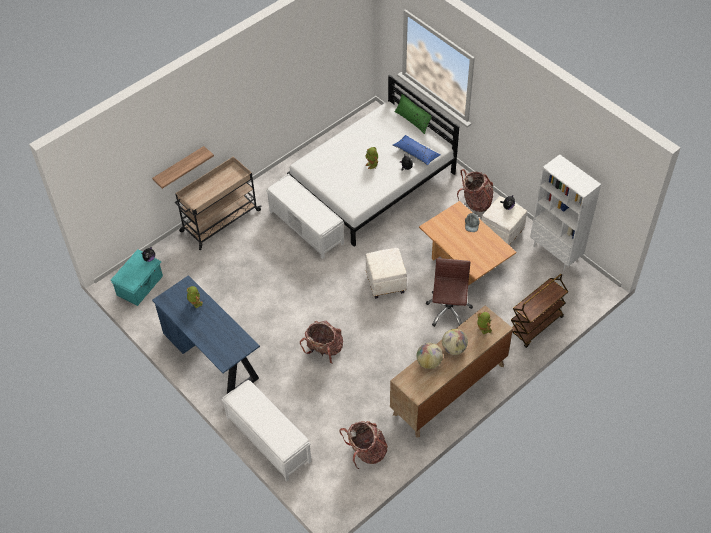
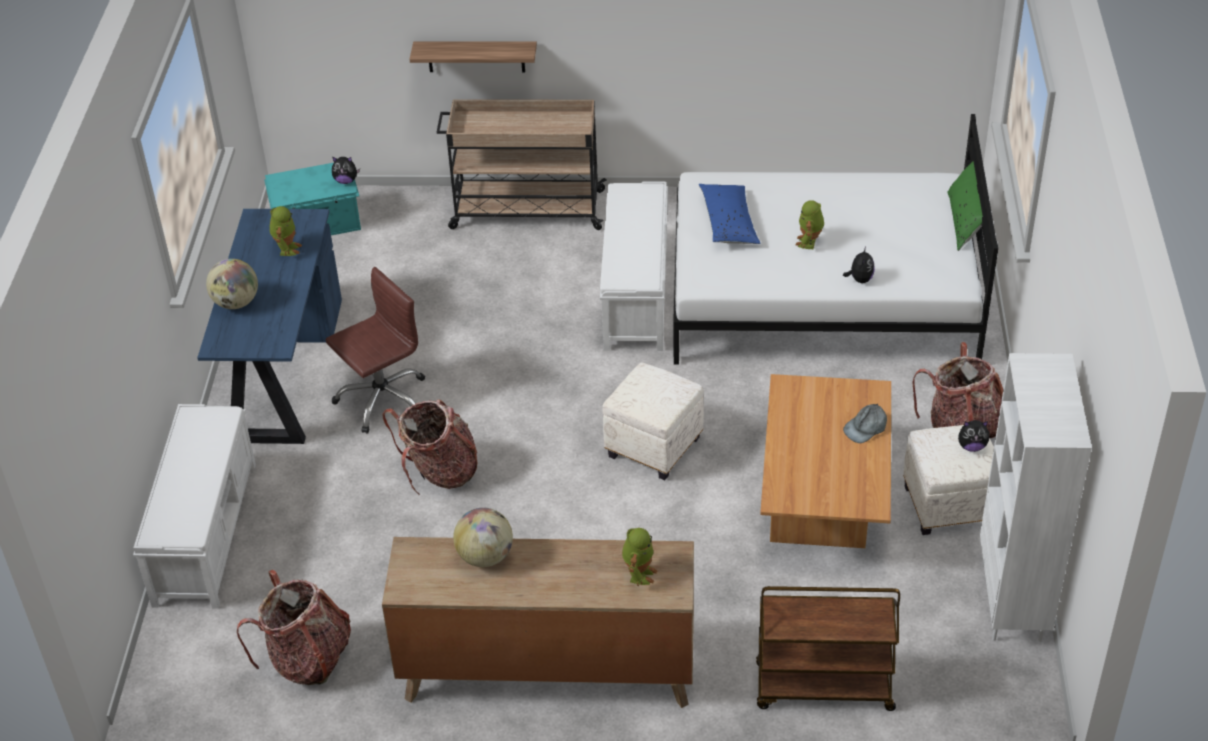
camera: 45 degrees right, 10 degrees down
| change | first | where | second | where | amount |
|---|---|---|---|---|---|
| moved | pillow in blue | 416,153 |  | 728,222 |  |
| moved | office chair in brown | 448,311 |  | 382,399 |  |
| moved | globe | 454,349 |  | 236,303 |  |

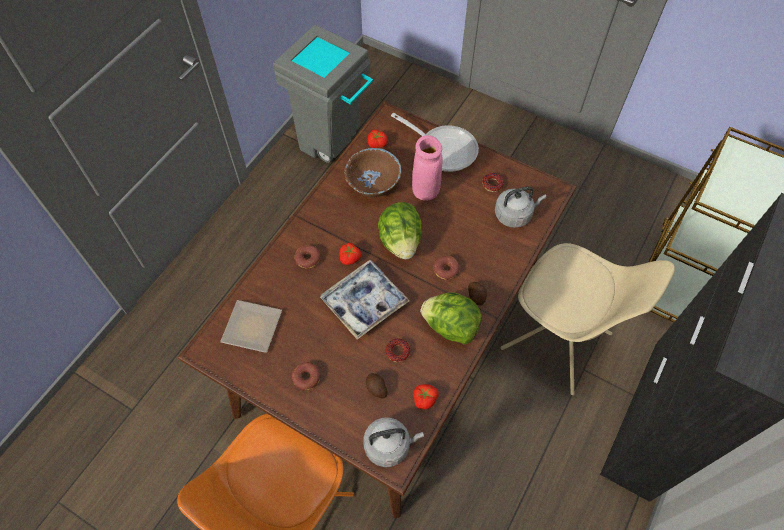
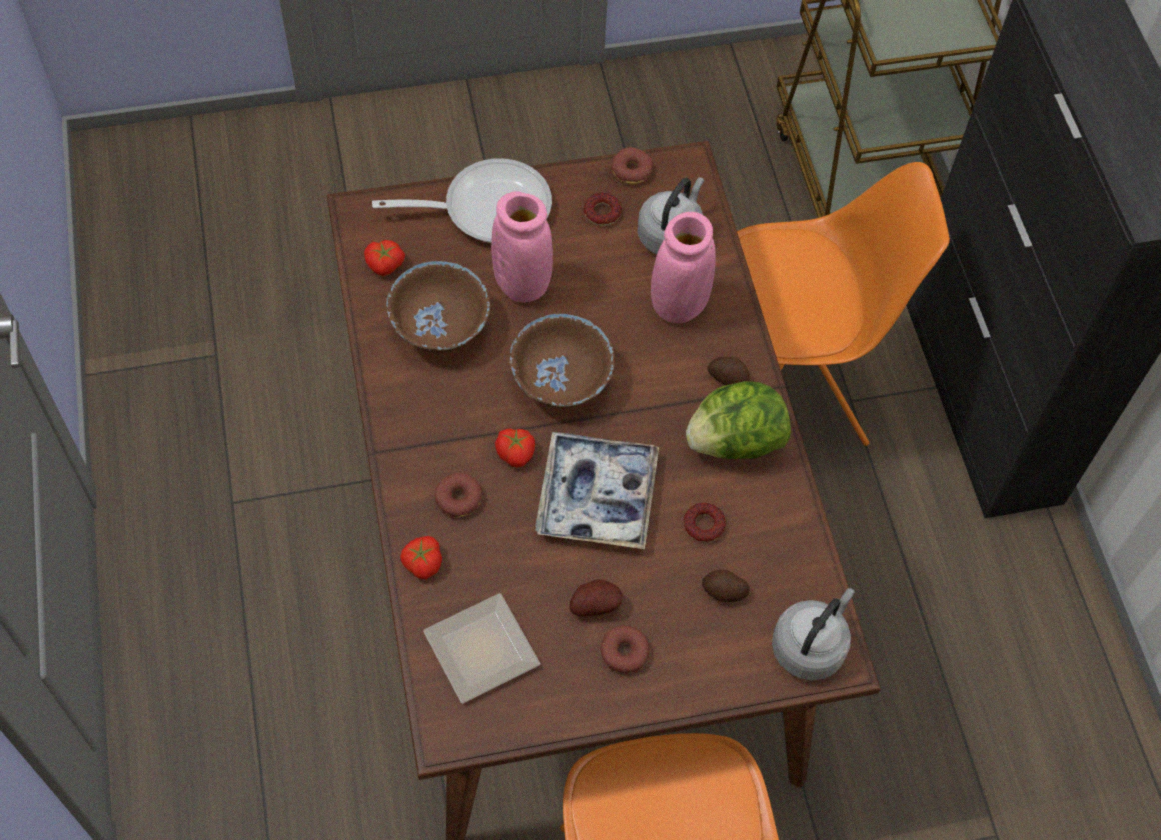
camera: 45 degrees left, 0 degrees up
| change | first | where | second | where | amount |
|---|---|---|---|---|---|
| removed | trash can in grey | 334,146 |  |  |  |
| replaced | lettuce | 400,241 | bowl in brown | 560,379 |  |
| recoloured | chair in beige | 558,343 | chair in orange | 789,390 |  |
| moved | donut | 446,270 |  | 631,171 |  |
| moved | tomato | 424,398 |  | 422,563 |  |
| added |  |  | vase in pink | 679,305 |  |
| added |  |  | potato | 594,604 |  |

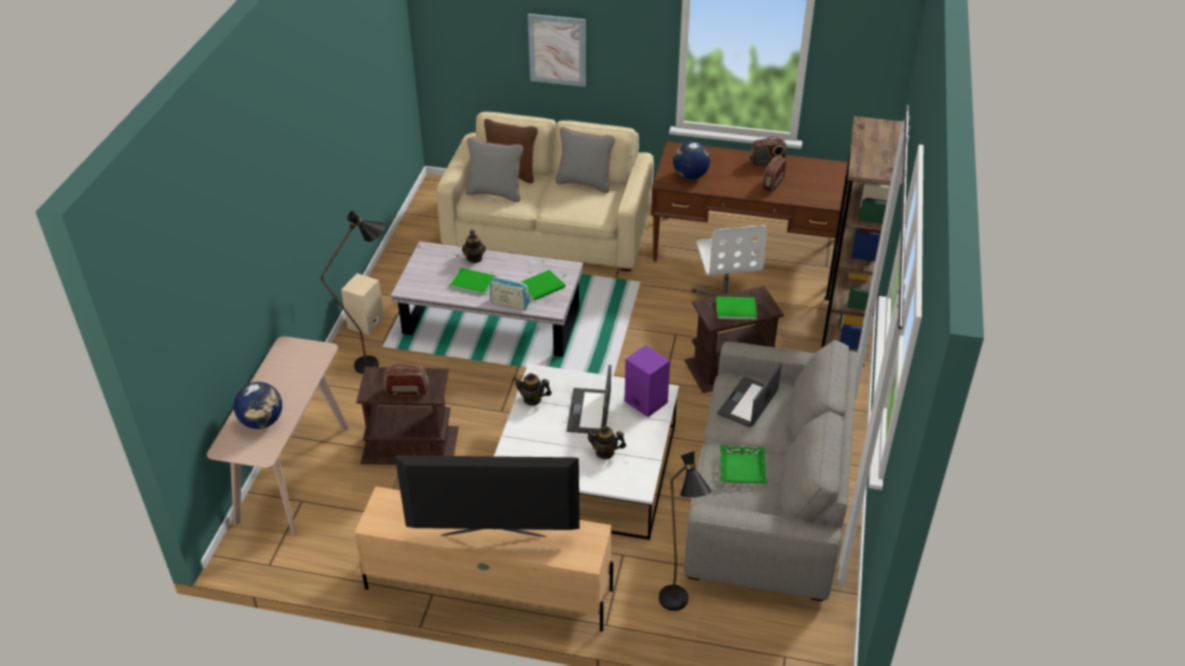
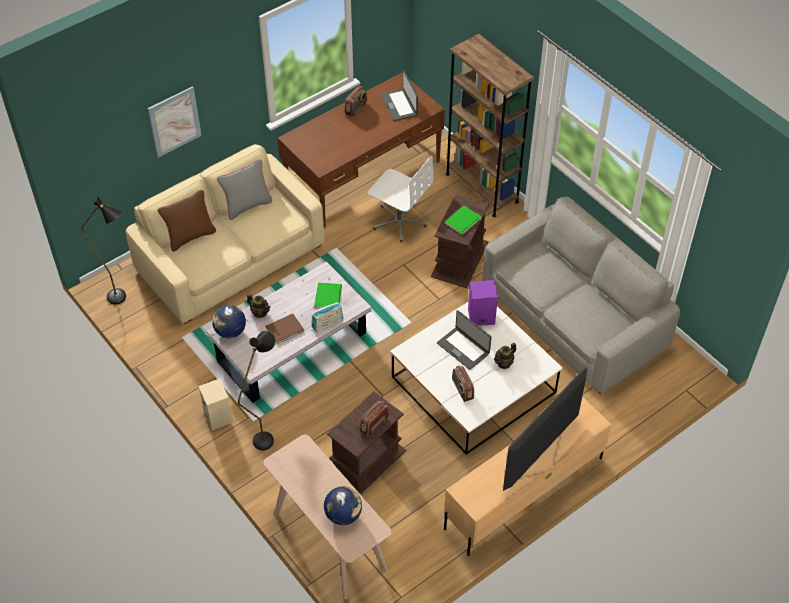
camera: 50 degrees left, 10 degrees up
| change | first | where | second | where | amount |
|---|---|---|---|---|---|
| removed | pillow in grey | 495,193 |  |  |  |
| moved | globe | 690,176 |  | 230,332 |  |
| moved | radio | 773,184 |  | 462,389 |  |
| recoloured | book in green | 472,282 | book in brown | 283,329 |  |
| moved | laptop | 748,403 |  | 399,105 |  |
| removed | teapot | 532,399 |  |  |  |
| removed | tray in green | 742,468 |  |  |  |
| moved | floor lamp in black | 677,607 |  | 123,299 |  |

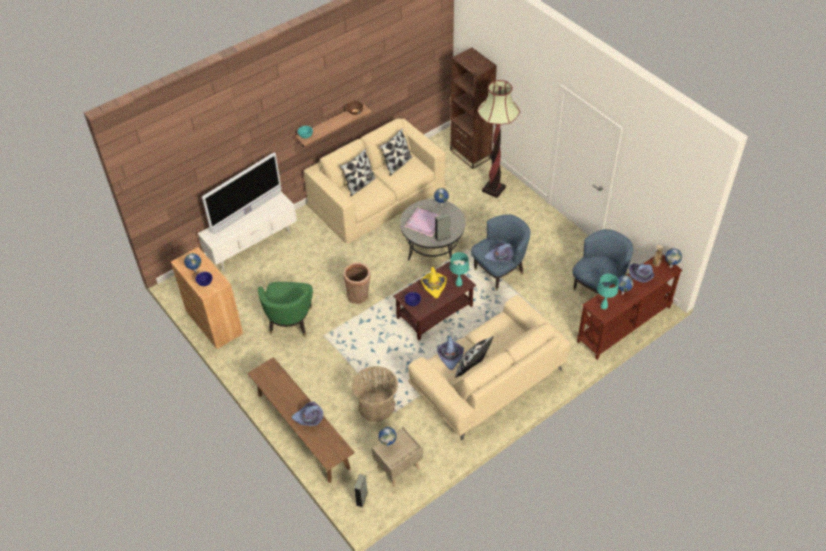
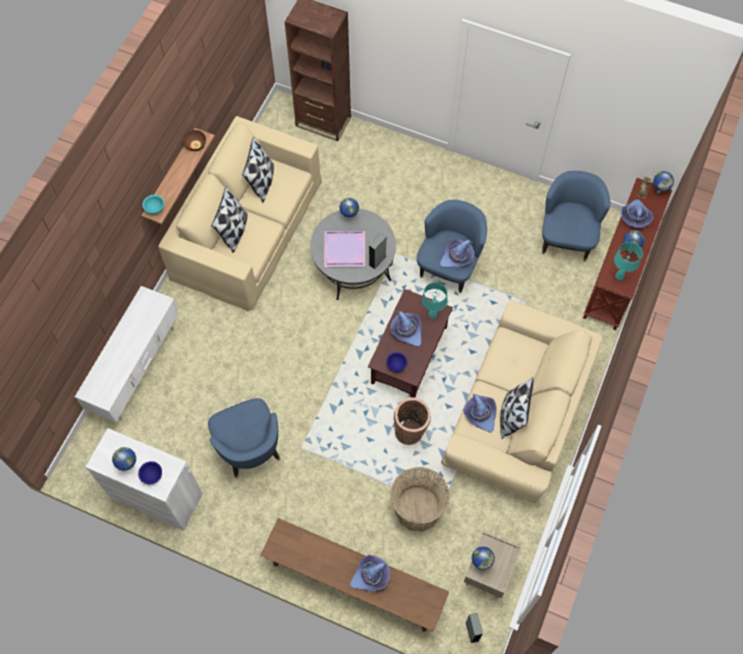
camera: 30 degrees left, 15 degrees up
| change | first | where | second | where | amount |
|---|---|---|---|---|---|
| removed | floor lamp | 493,189 |  |  |  |
| removed | television | 247,213 |  |  |  |
| recoloured | cabinet in brown | 214,322 | cabinet in white | 156,496 |  |
| moved | basket | 359,296 |  | 410,432 |  |
| recoloured | hat in yellow | 434,286 | hat in purple | 407,331 |  |
| recoloured | armchair in green | 290,322 | armchair in blue | 250,449 |  |

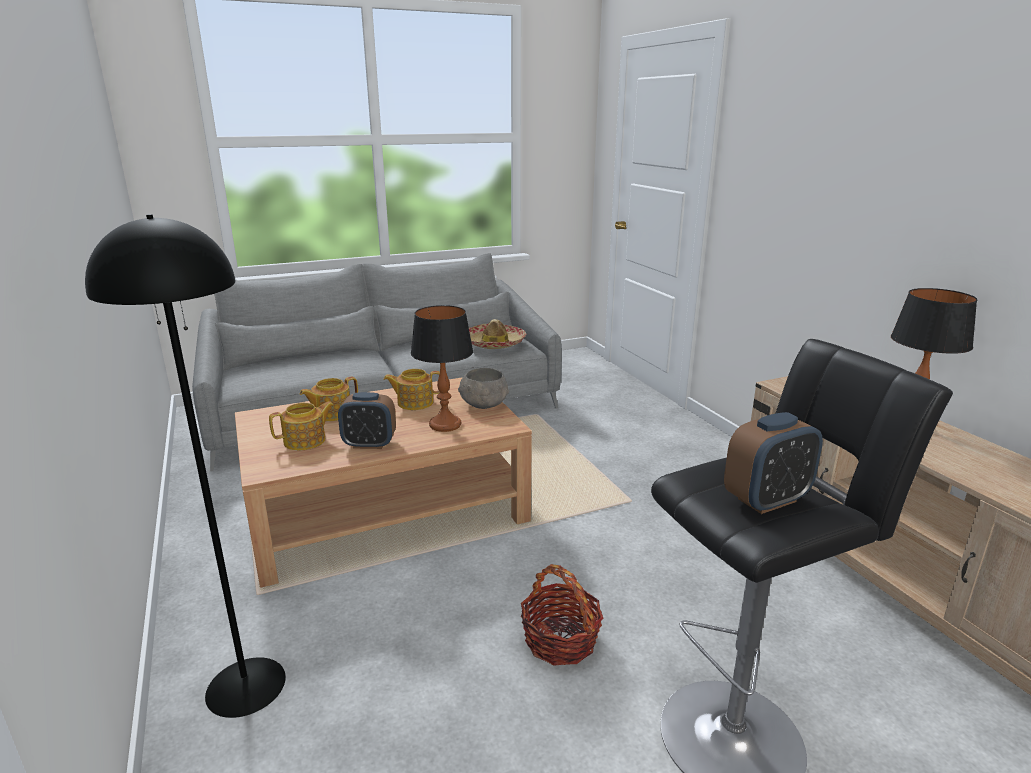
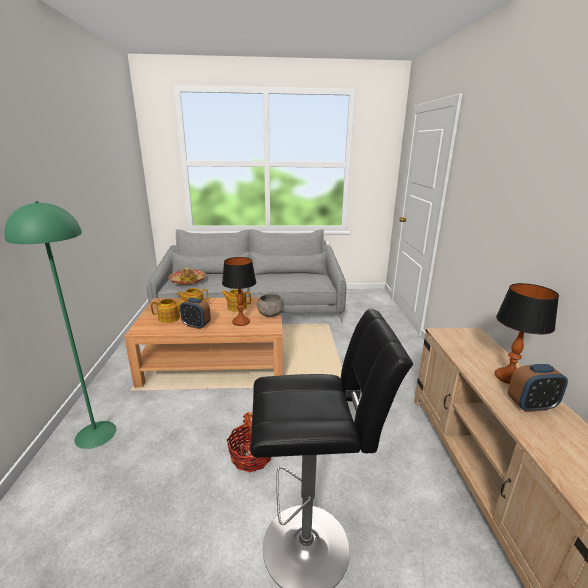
camera: 20 degrees right, 0 degrees up
| change | first | where | second | where | amount |
|---|---|---|---|---|---|
| recoloured | floor lamp in black | 247,685 | floor lamp in green | 96,434 |  |
| moved | hat | 494,343 |  | 187,281 |  |
| moved | alarm clock | 767,500 |  | 531,405 |  |

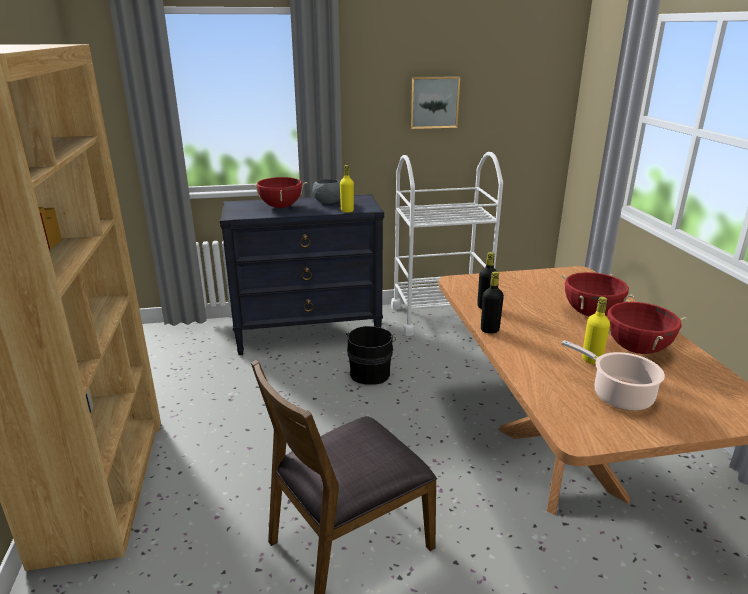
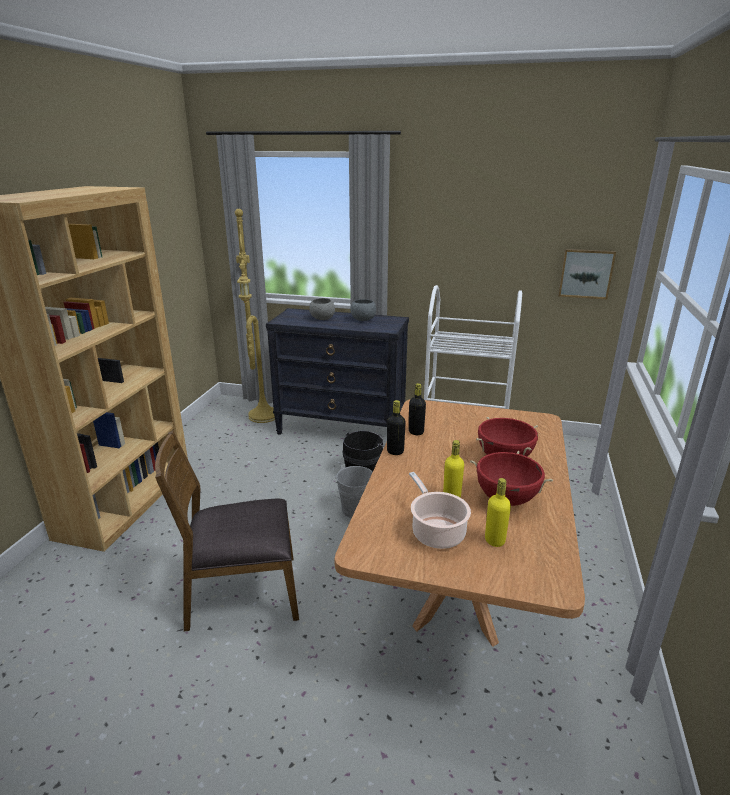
camera: 25 degrees right, 0 degrees up
| change | first | where | second | where | amount |
|---|---|---|---|---|---|
| moved | picture | 433,102 |  | 586,273 |  |
| moved | bottle in yellow | 347,211 |  | 494,540 |  |
| replaced | cooking pot in red | 281,207 | bowl in grey | 322,318 |  |
| added |  |  | floor lamp in yellow | 261,415 |  |
| added |  |  | bucket in grey | 353,511 |  |

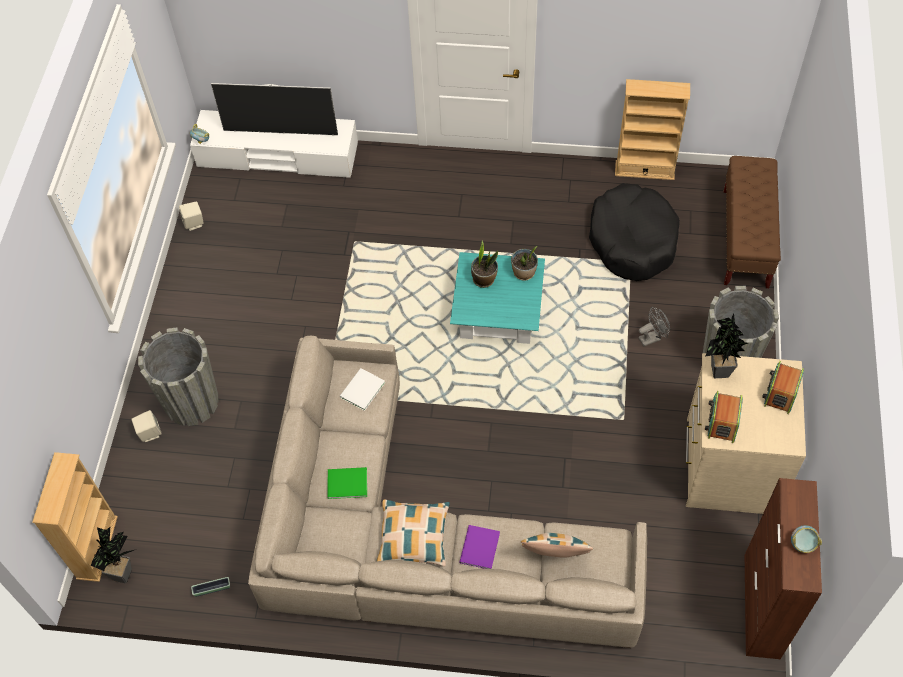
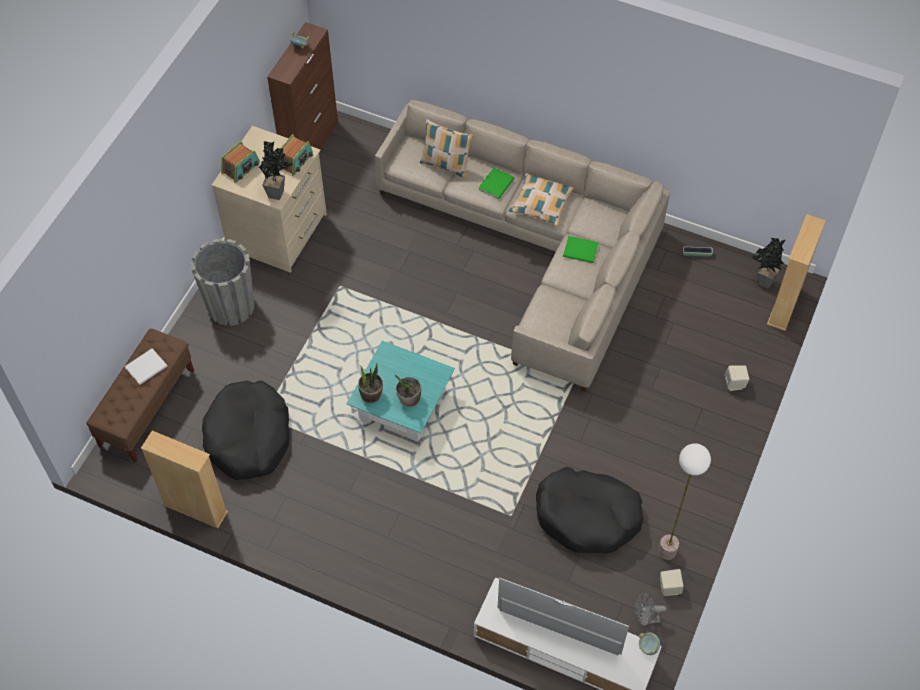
camera: 165 degrees left, 0 degrees up
| change | first | where | second | where | amount |
|---|---|---|---|---|---|
| moved | fan in grey | 652,337 |  | 645,619 |  |
| removed | planter in grey | 191,402 |  |  |  |
| moved | book in white | 361,390 |  | 147,367 |  |
| recoloured | book in purple | 478,549 | book in green | 497,183 |  |
| added |  |  | floor lamp | 667,551 |  |
| added |  |  | dog bed in black | 587,516 |  |

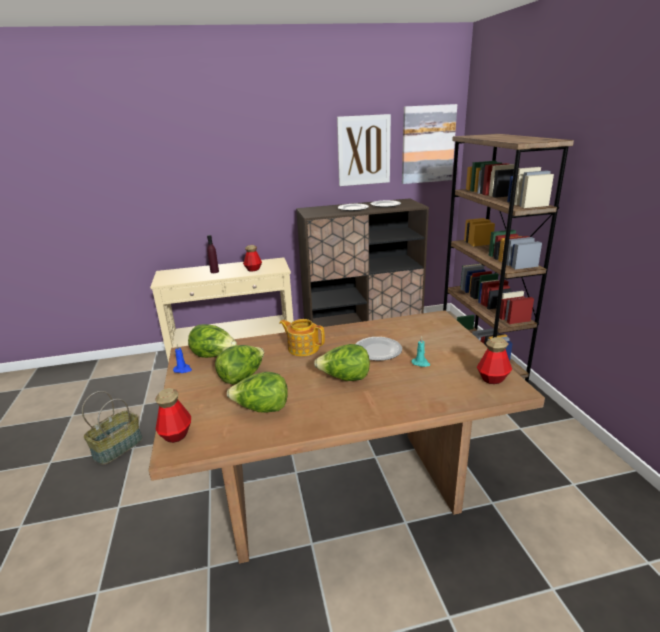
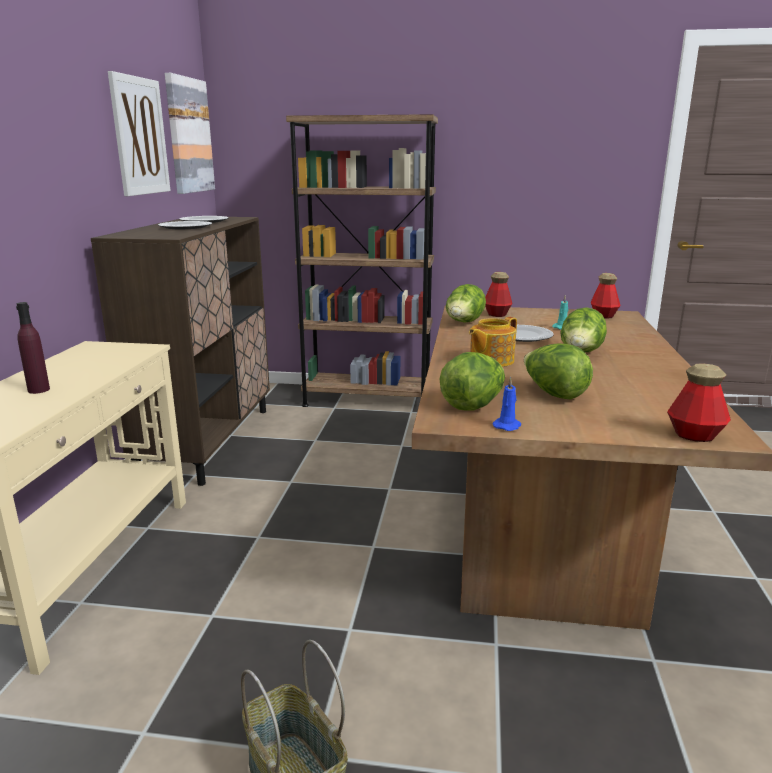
camera: 70 degrees left, 5 degrees down
| change | first | where | second | where | amount |
|---|---|---|---|---|---|
| moved | bottle | 253,269 |  | 497,314 |  |
| moved | lettuce | 261,409 |  | 464,323 |  |

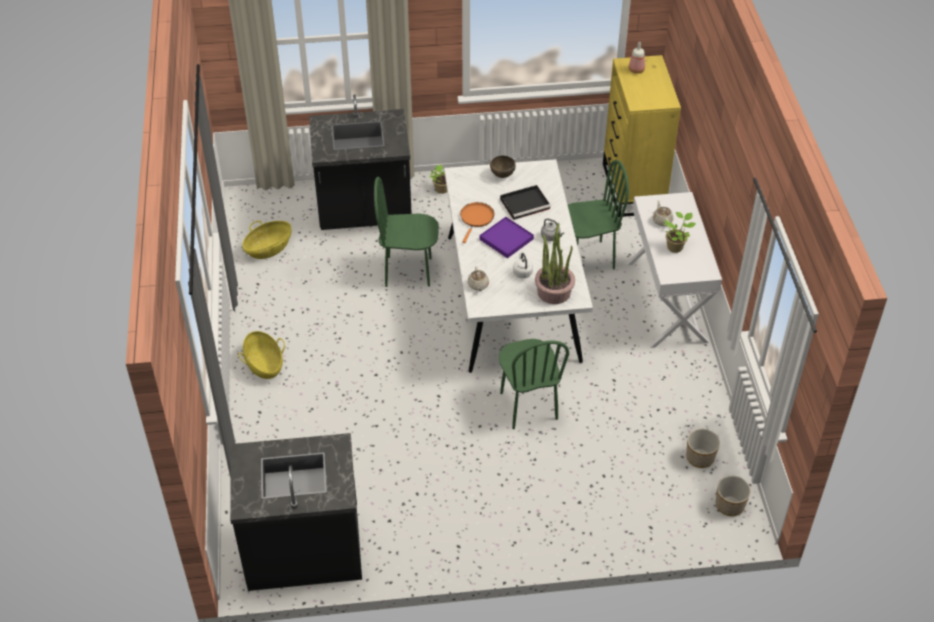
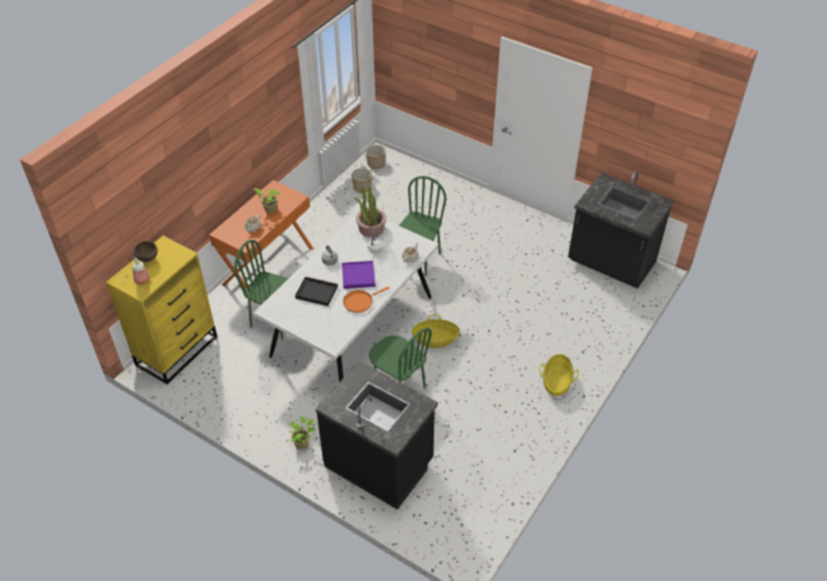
camera: 140 degrees left, 0 degrees up
| change | first | where | second | where | amount |
|---|---|---|---|---|---|
| moved | bowl in brown | 502,176 |  | 148,259 |  |
| recoloured | desk in white | 667,301 | desk in orange | 267,265 |  |
| moved | basket | 268,248 |  | 435,340 |  |

